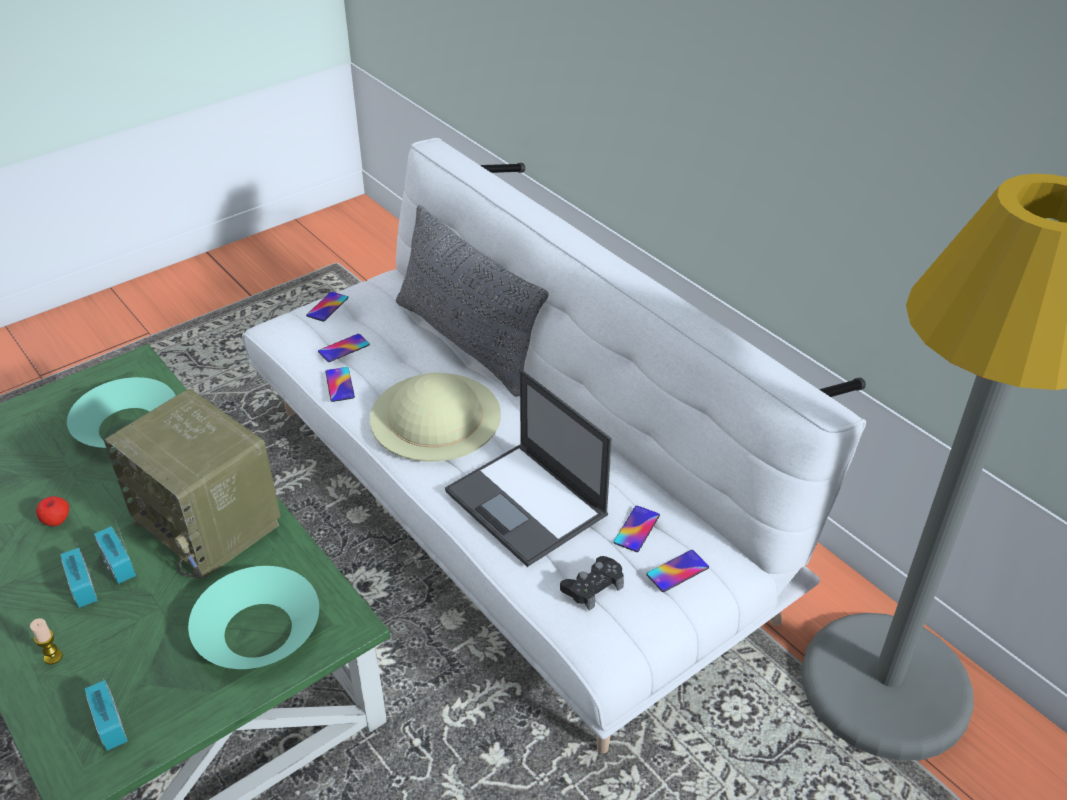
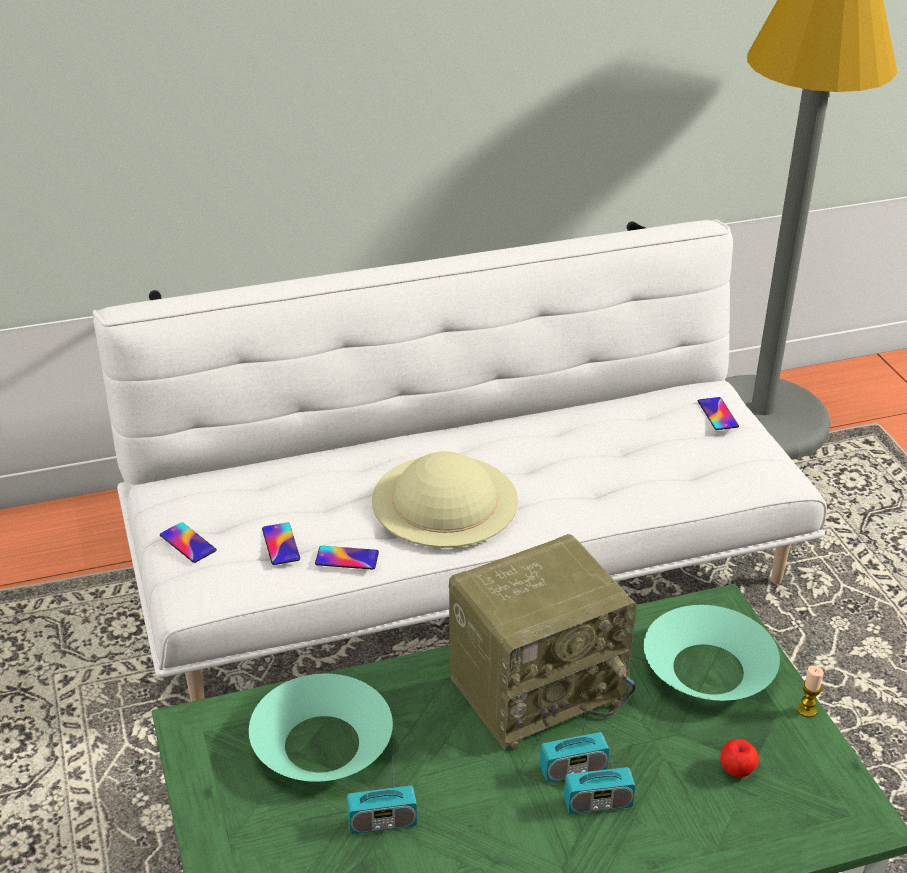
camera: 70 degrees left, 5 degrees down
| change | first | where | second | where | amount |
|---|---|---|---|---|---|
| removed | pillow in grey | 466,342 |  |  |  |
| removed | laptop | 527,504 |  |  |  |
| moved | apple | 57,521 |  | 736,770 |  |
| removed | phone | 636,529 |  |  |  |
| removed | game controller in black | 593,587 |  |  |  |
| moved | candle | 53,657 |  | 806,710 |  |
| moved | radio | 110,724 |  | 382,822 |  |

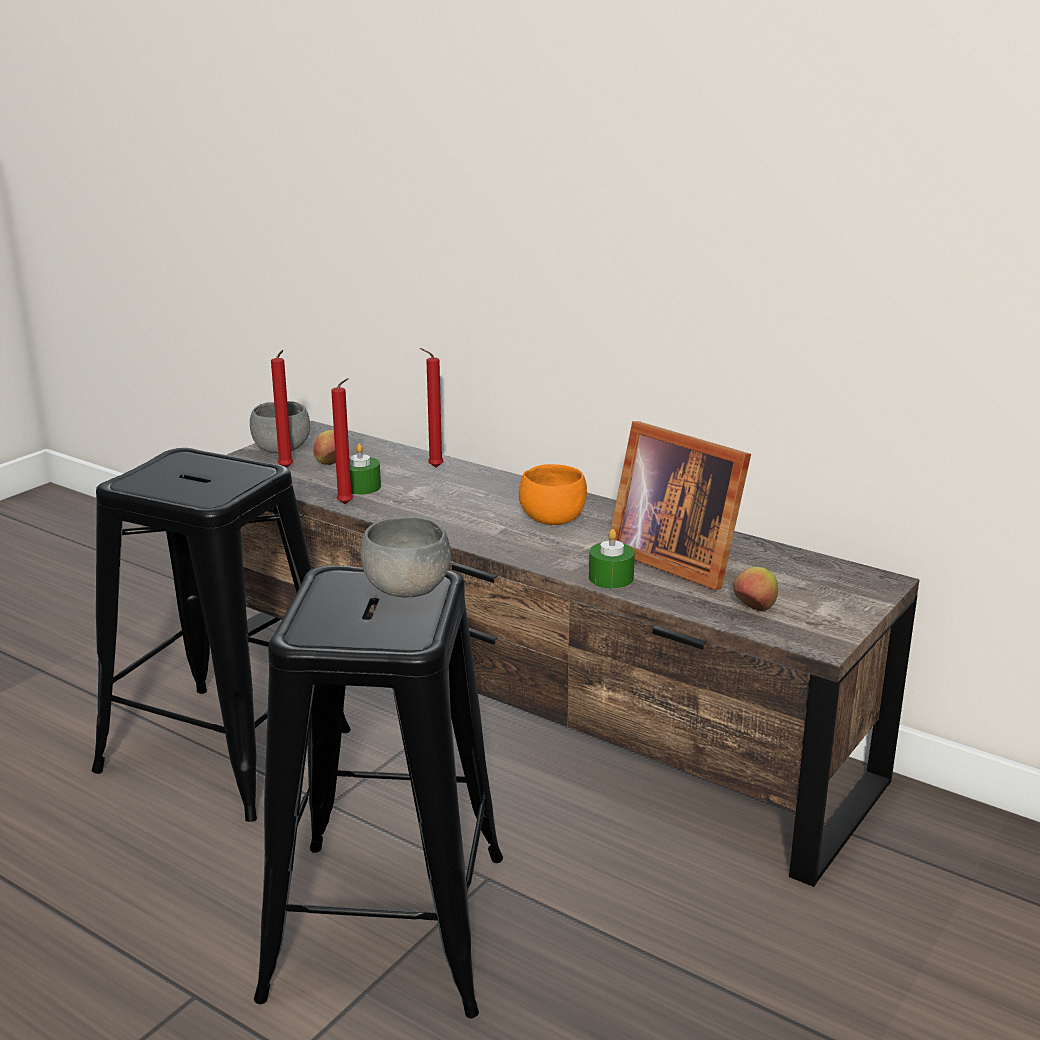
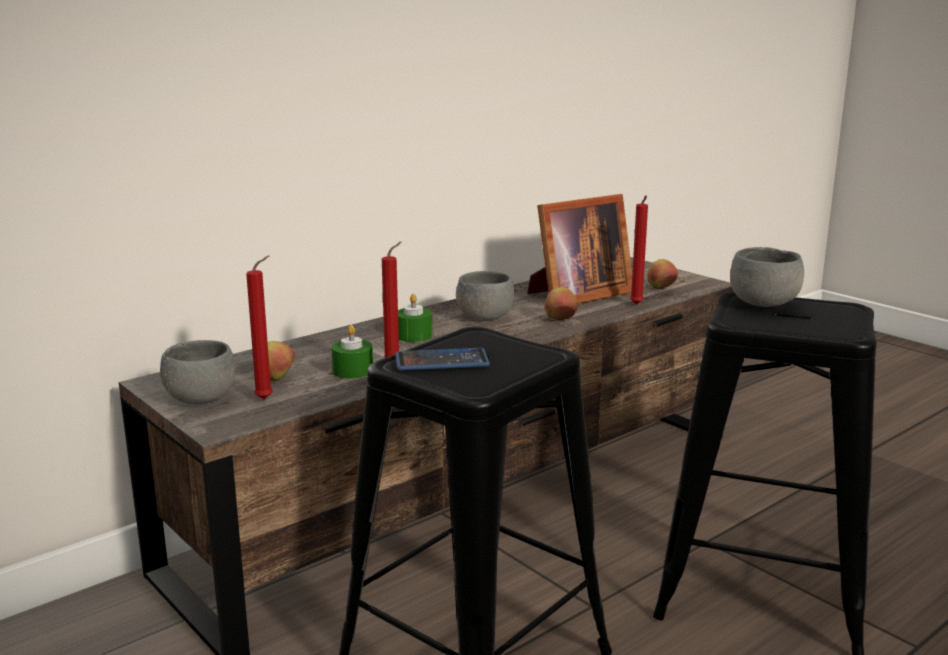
camera: 75 degrees left, 5 degrees down
| change | first | where | second | where | amount |
|---|---|---|---|---|---|
| moved | candle in red | 433,468 |  | 636,305 |  |
| recoloured | bowl in orange | 552,519 | bowl in grey | 484,317 |  |
| moved | candle in green | 611,578 |  | 414,335 |  |
| added |  |  | apple | 560,320 |  |
| added |  |  | phone | 441,361 |  |

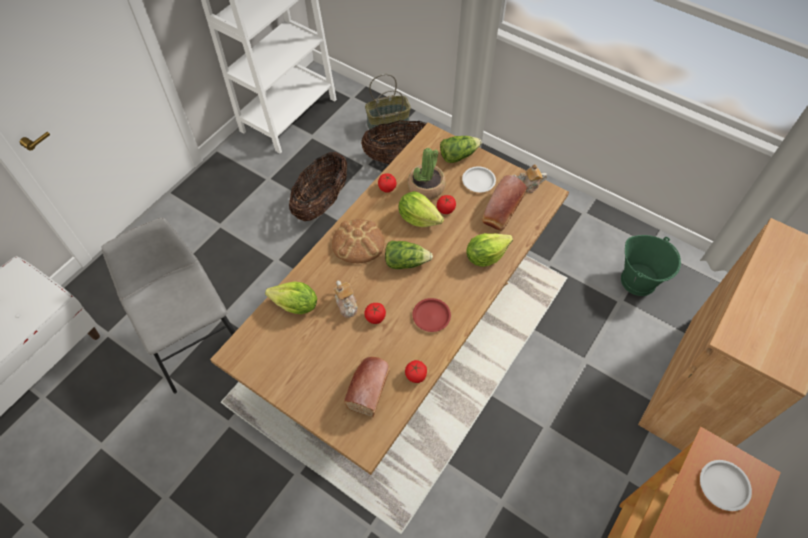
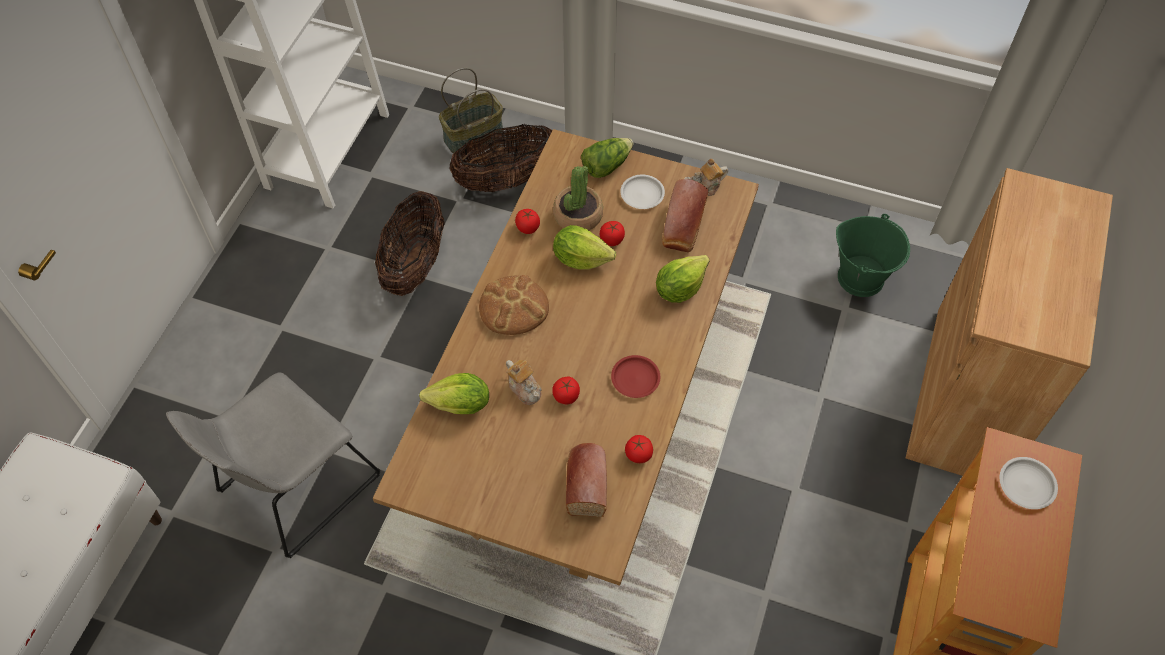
camera: 15 degrees left, 0 degrees up
| change | first | where | second | where | amount |
|---|---|---|---|---|---|
| turned | chair in grey | 192,336 |  | 294,487 | 90 degrees counterclockwise |
| removed | lettuce | 405,262 |  |  |  |

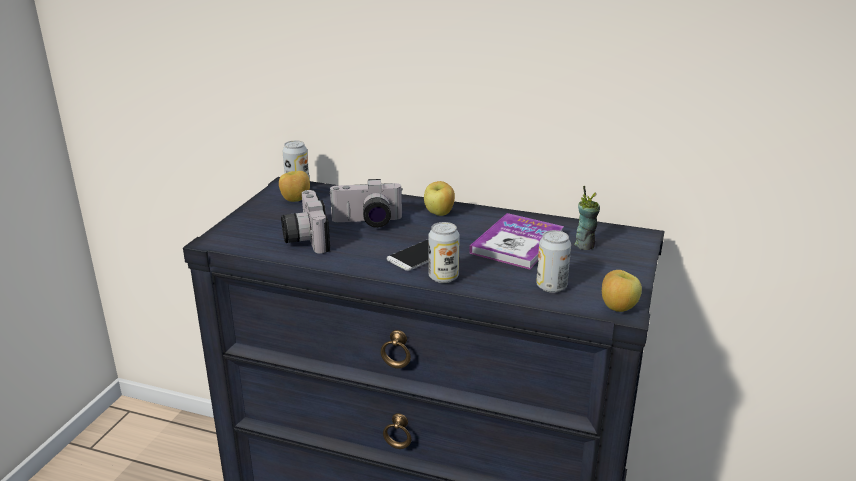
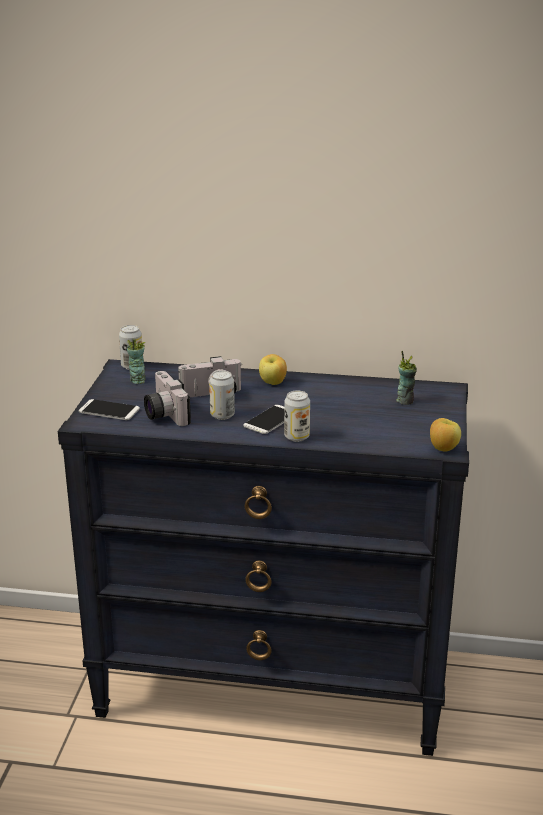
camera: 10 degrees left, 0 degrees up
| change | first | where | second | where | amount |
|---|---|---|---|---|---|
| replaced | apple | 295,200 | cup | 137,380 |  |
| removed | book | 517,243 |  |  |  |
| moved | can | 551,286 |  | 222,415 |  |
| added |  |  | phone | 109,411 |  |

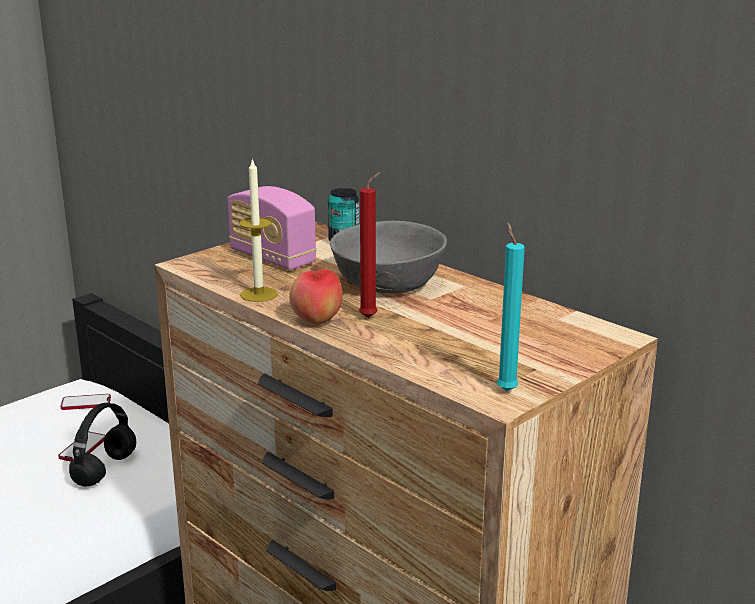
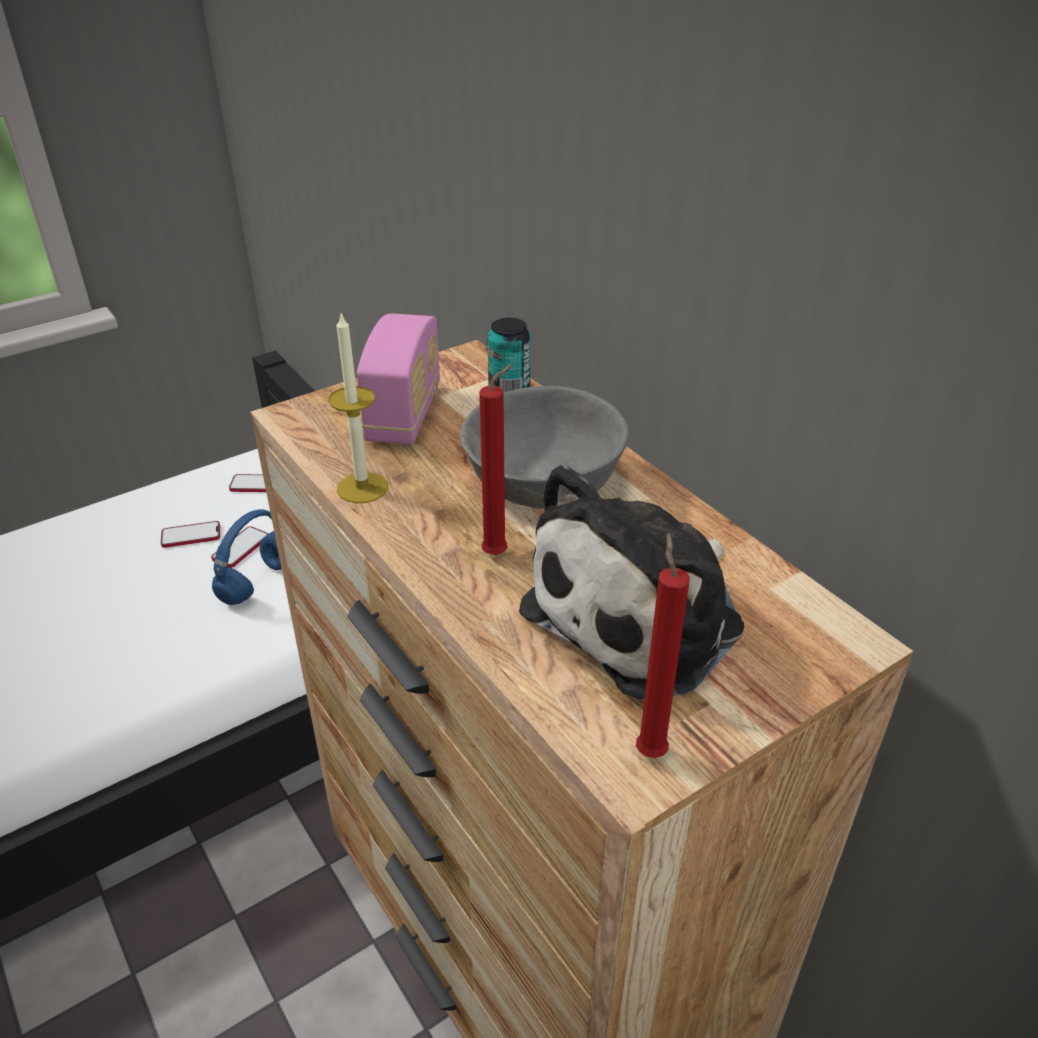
camera: 10 degrees right, 15 degrees up
| change | first | where | second | where | amount |
|---|---|---|---|---|---|
| turned | radio | 272,258 |  | 404,414 | 135 degrees counterclockwise |
| recoloured | candle in turquoise | 505,389 | candle in red | 650,749 |  |
| removed | apple | 316,322 |  |  |  |
| recoloured | headphones in black | 105,471 | headphones in blue | 258,583 |  |
| added |  |  | plush toy | 643,615 |  |
| added |  |  | phone | 191,536 |  |

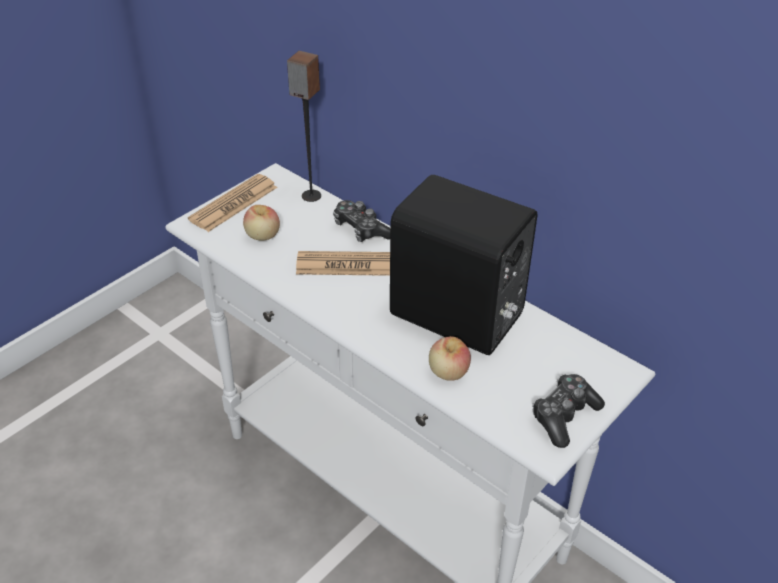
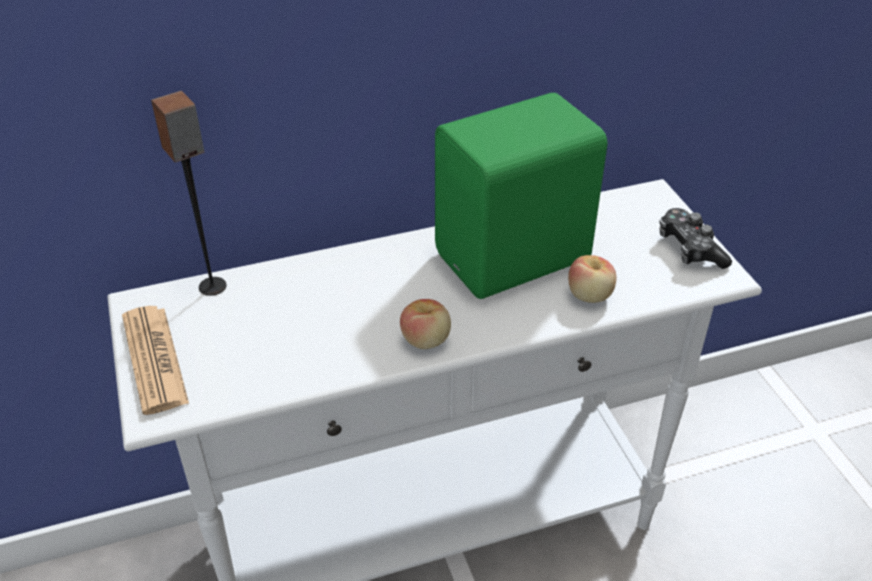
camera: 60 degrees left, 0 degrees up
| change | first | where | second | where | amount |
|---|---|---|---|---|---|
| recoloured | speaker in black | 457,318 | speaker in green | 516,259 |  |
| removed | game controller | 361,229 |  |  |  |
| moved | apple | 262,236 |  | 426,340 |  |
| removed | newspaper | 349,265 |  |  |  |

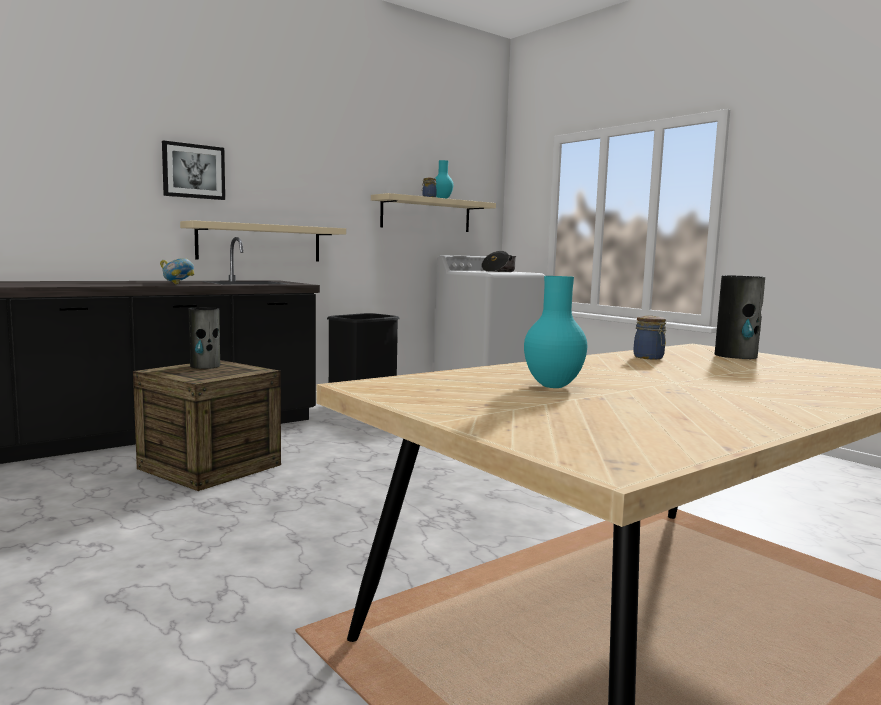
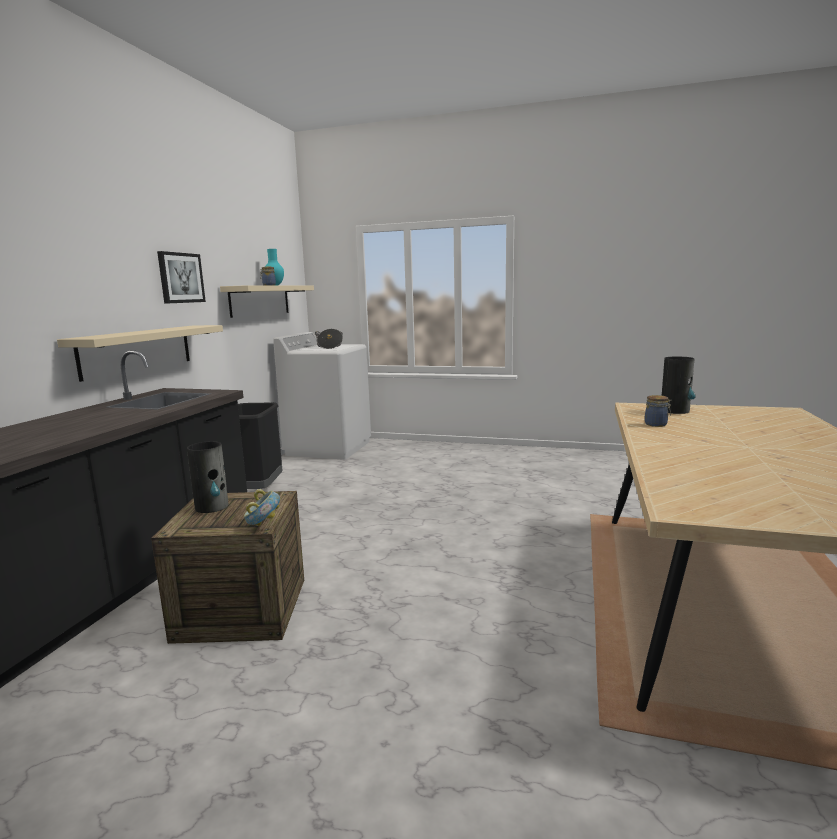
camera: 35 degrees left, 5 degrees up
| change | first | where | second | where | amount |
|---|---|---|---|---|---|
| moved | picture | 193,171 |  | 180,278 |  |
| moved | bowl | 178,284 |  | 263,525 |  |
| removed | vase in turquoise | 553,386 |  |  |  |

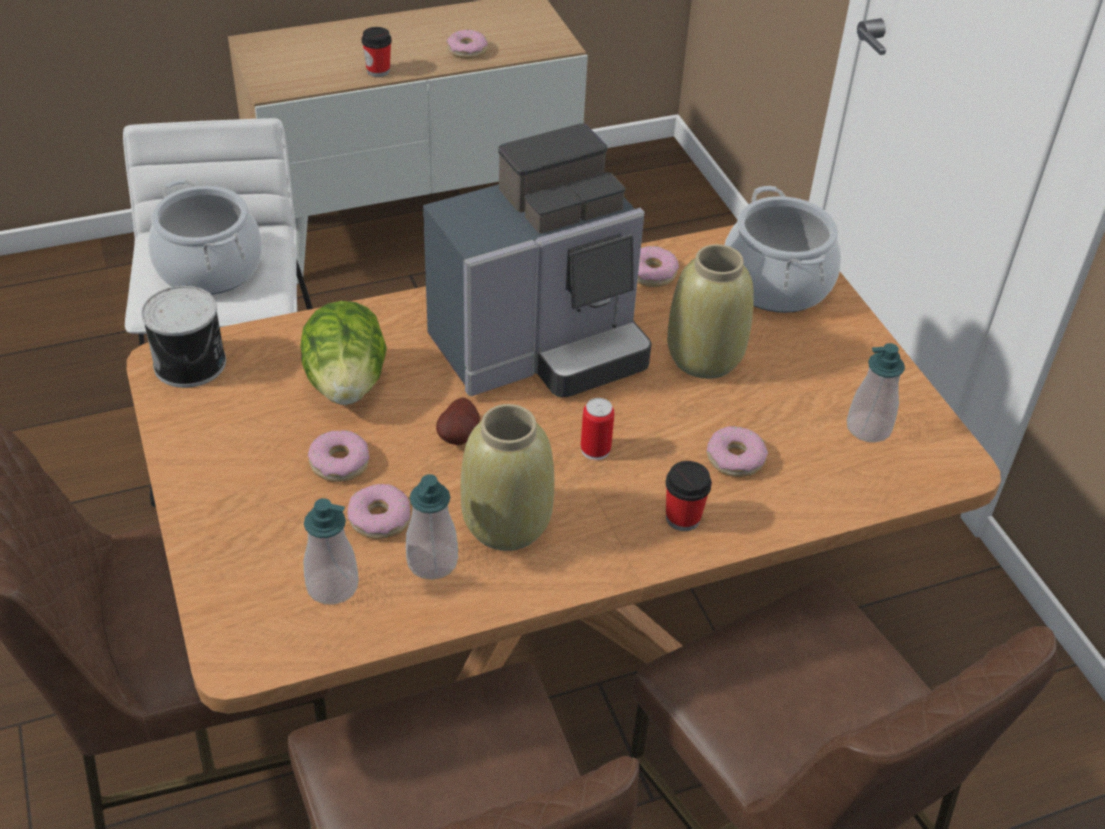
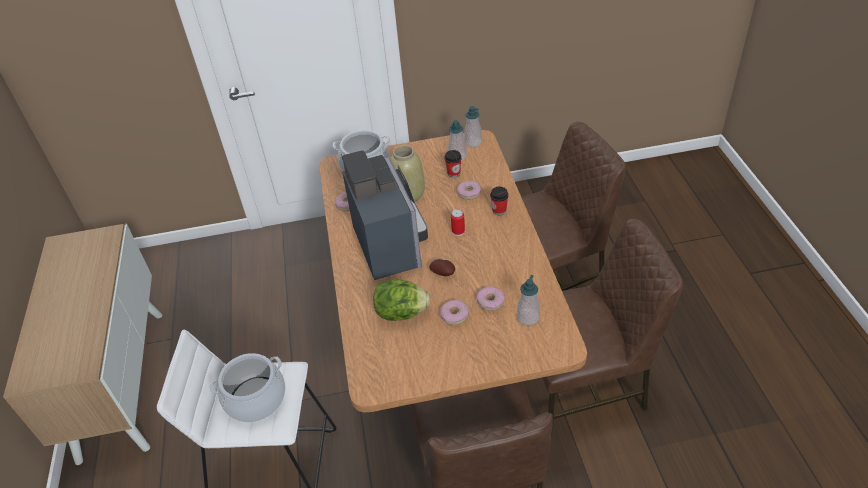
camera: 75 degrees left, 0 degrees up
| change | first | where | second | where | amount |
|---|---|---|---|---|---|
| moved | cup | 378,71 |  | 454,173 |  |
| removed | donut | 467,50 |  |  |  |
| removed | can | 192,363 |  |  |  |
| removed | vase in beige | 508,524 |  |  |  |
| moved | soap dispenser | 432,561 |  | 473,142 |  |

